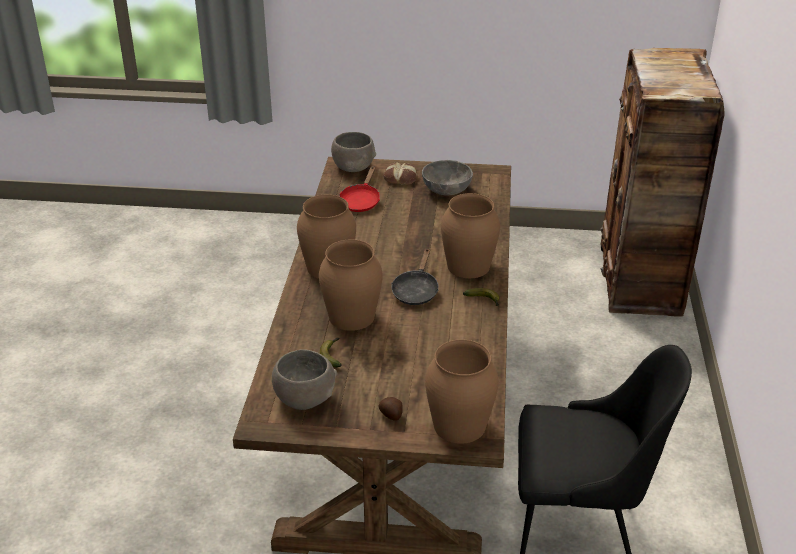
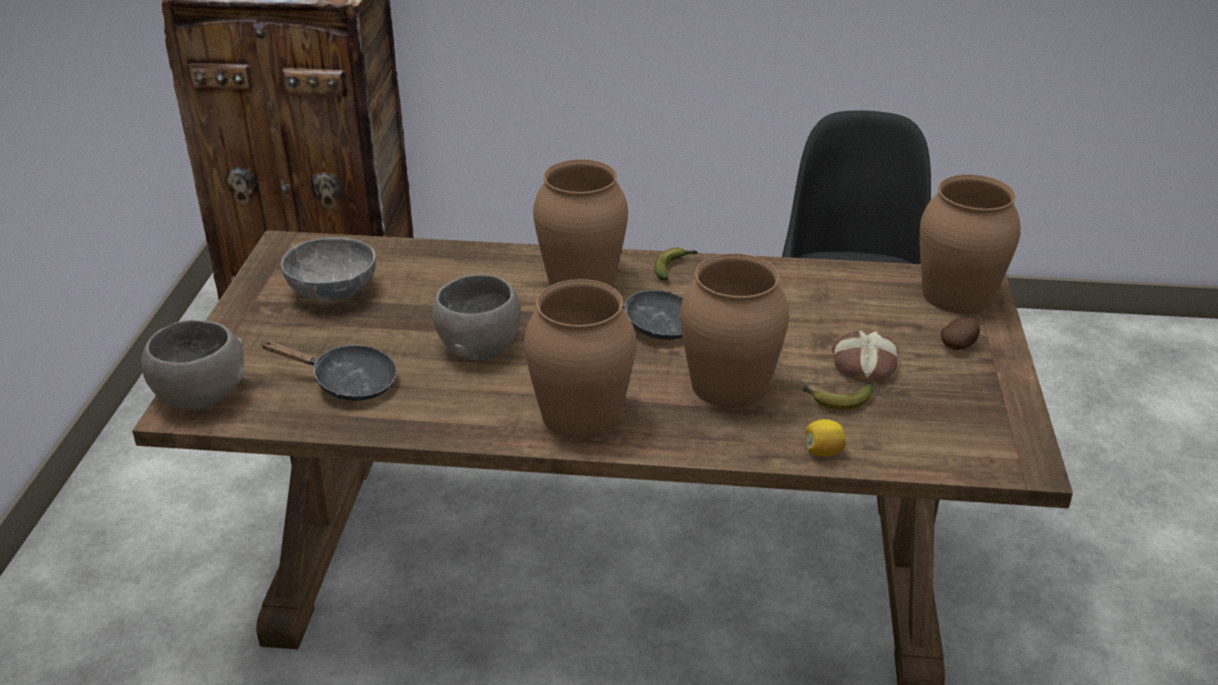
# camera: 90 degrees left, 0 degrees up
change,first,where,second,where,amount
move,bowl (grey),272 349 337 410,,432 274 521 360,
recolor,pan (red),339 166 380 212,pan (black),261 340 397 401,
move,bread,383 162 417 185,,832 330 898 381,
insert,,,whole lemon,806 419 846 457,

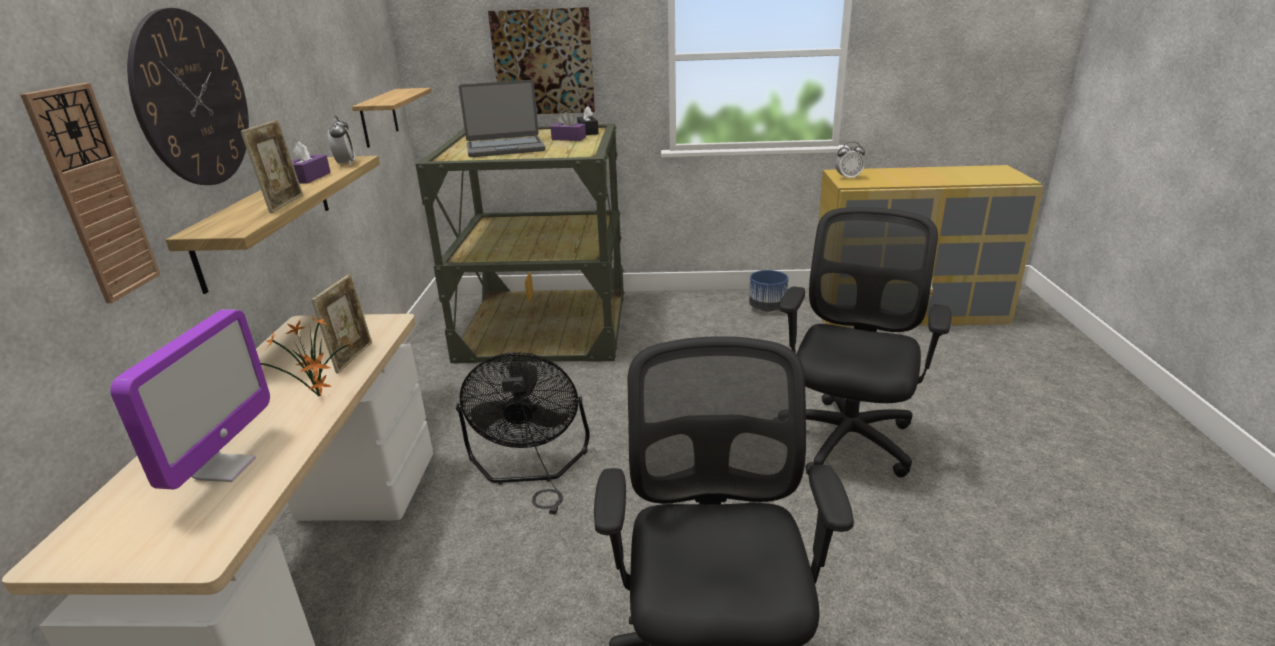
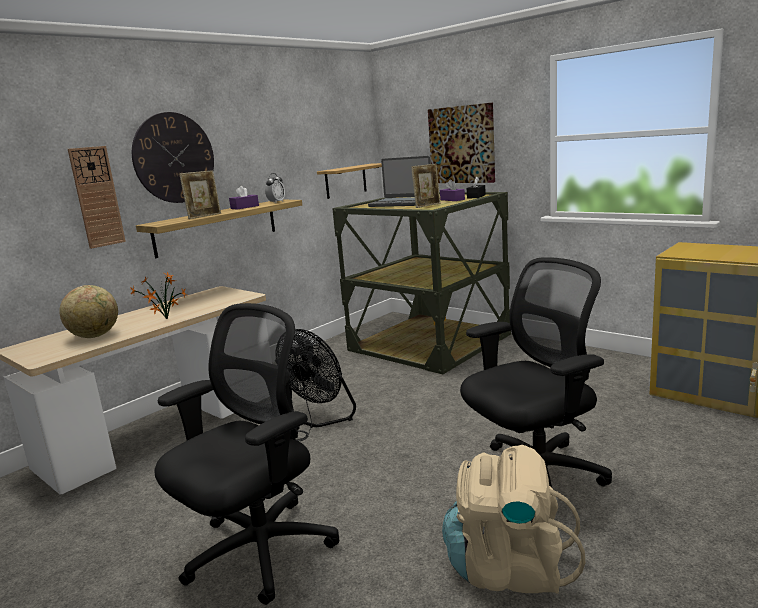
# camera: 40 degrees right, 10 degrees down
change,first,where,second,where,amount
replace,computer display,110 309 270 489,desk globe,59 285 118 338,
move,picture frame,311 274 372 374,,411 164 440 208,
delete,flower pot (bluish),749 270 788 311,,,
delete,bedside clock,835 142 865 180,,,
insert,,,rucksack (sand-coloured),442 445 585 594,

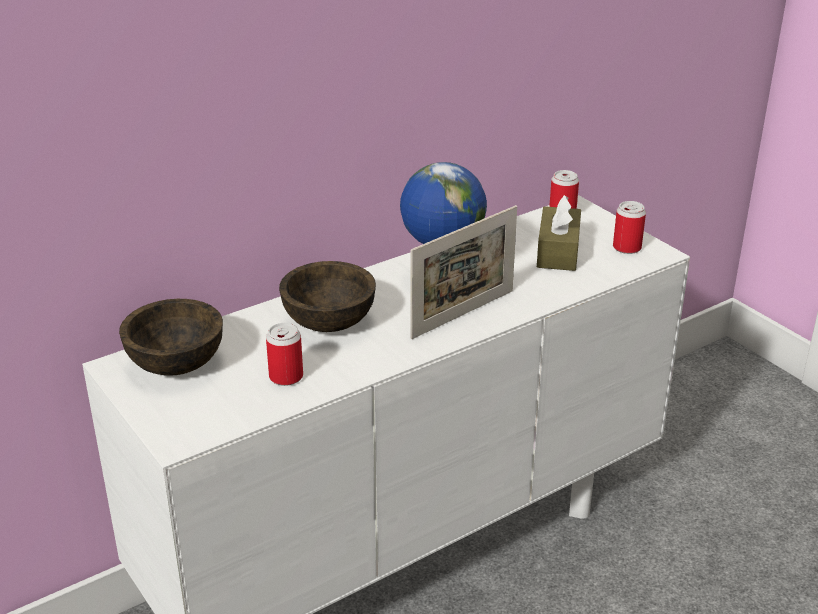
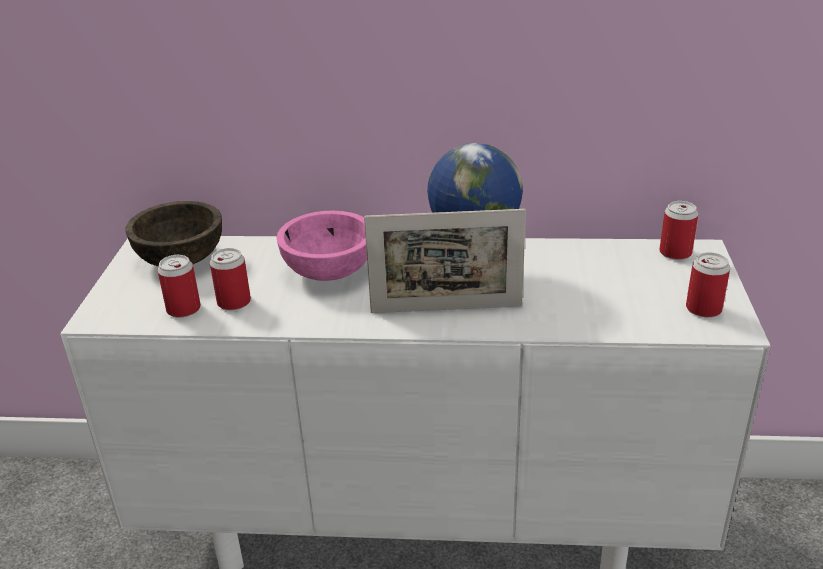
# camera: 40 degrees right, 0 degrees up
change,first,where,second,where,amount
recolor,bowl (brown-coloured),279 261 376 332,bowl (pink),276 211 367 281,
delete,box of tissues (brown-coloured),537 195 581 271,,,
insert,,,can,157 255 201 318,

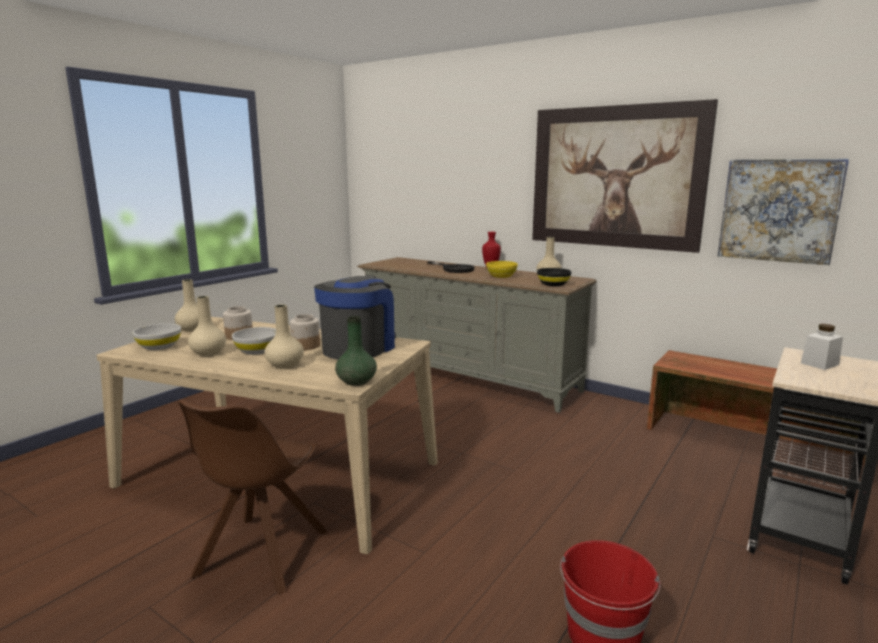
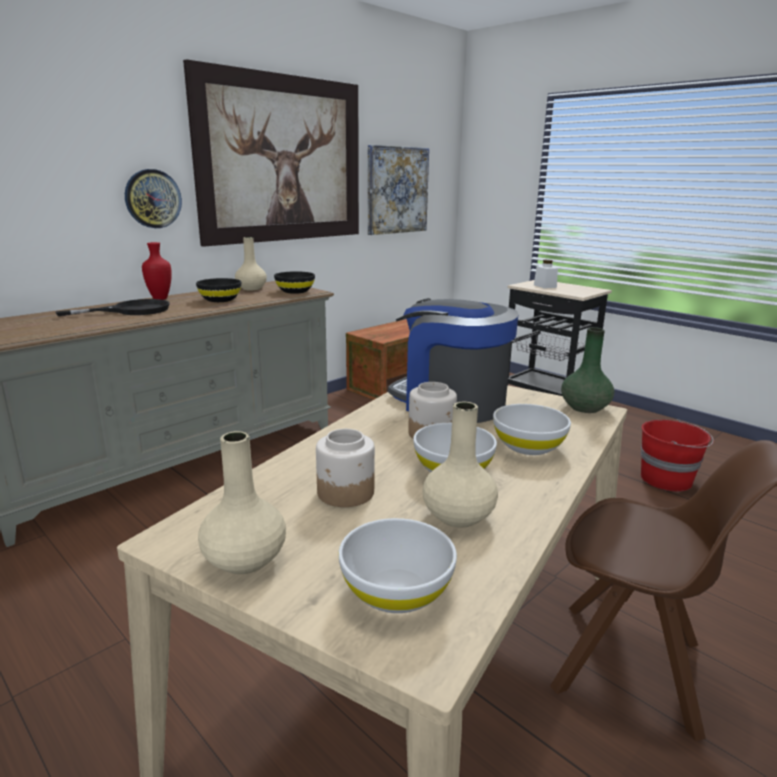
# camera: 80 degrees left, 5 degrees up
change,first,where,second,where,amount
replace,vase (sand-coloured),264 305 304 369,bowl (white-coloured),493 404 571 455,
recolor,bowl (yellowish),486 261 518 278,bowl (black),196 278 241 302,
insert,,,clock on the wall,125 169 182 228,

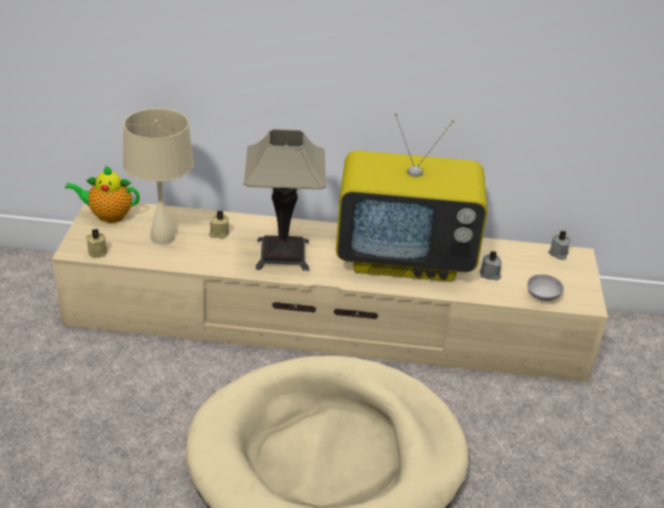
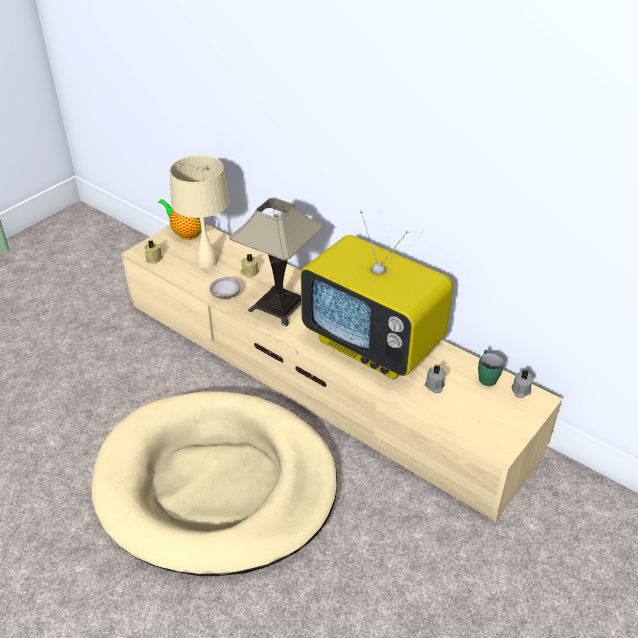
# camera: 35 degrees right, 5 degrees up
change,first,where,second,where,amount
move,bowl (grey),527 274 564 301,,209 277 241 299,
insert,,,mug (green-coloured),478 350 504 386,

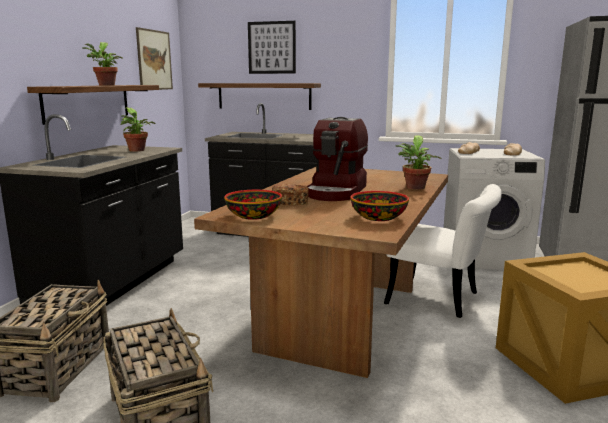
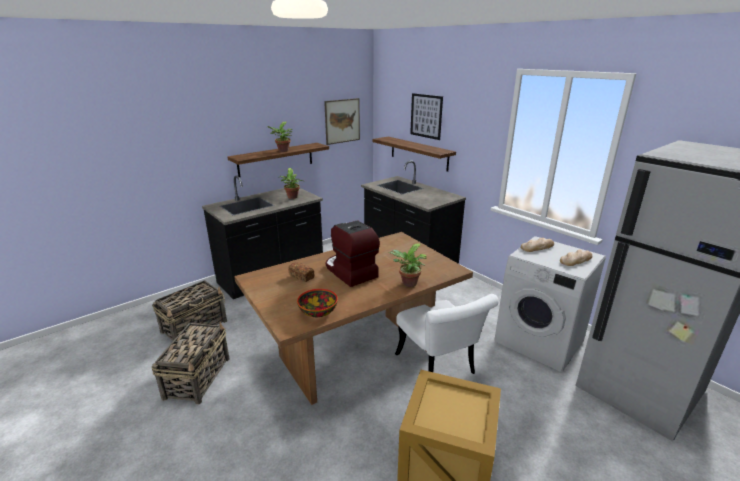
# camera: 35 degrees right, 10 degrees up
change,first,where,second,where,amount
delete,bowl,224 190 282 220,,,
rotate,coffee maker,307 117 368 201,,326 220 380 287,90 degrees clockwise

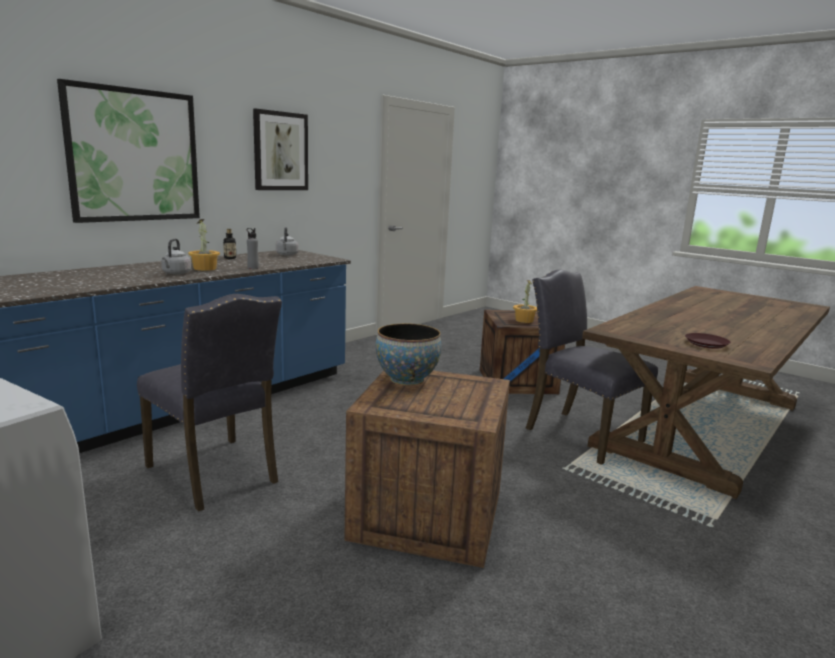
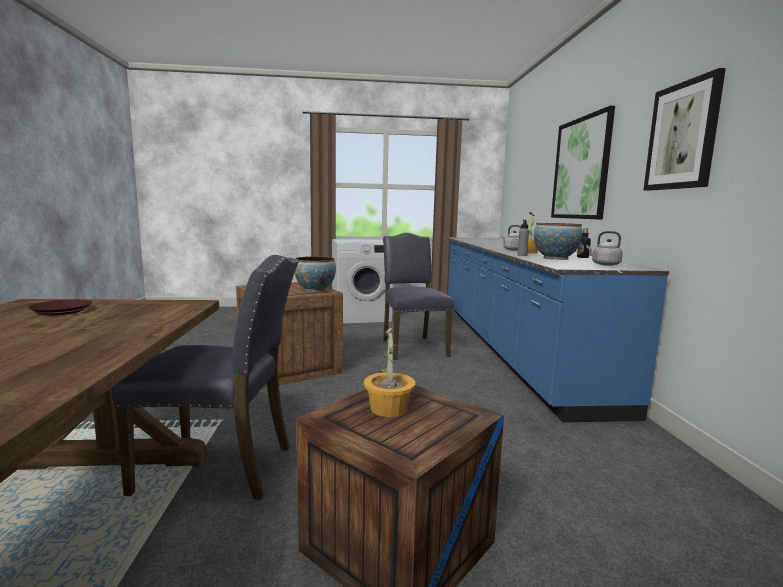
# camera: 135 degrees right, 5 degrees down
change,first,where,second,where,amount
rotate,plain chair (grey),137 294 282 512,,383 233 454 360,75 degrees clockwise
insert,,,bowl,534 223 582 260,

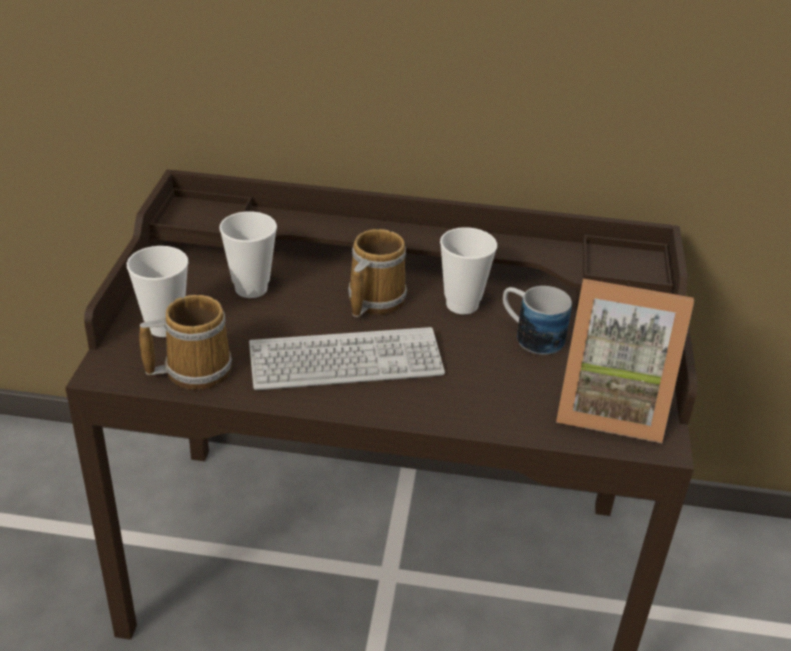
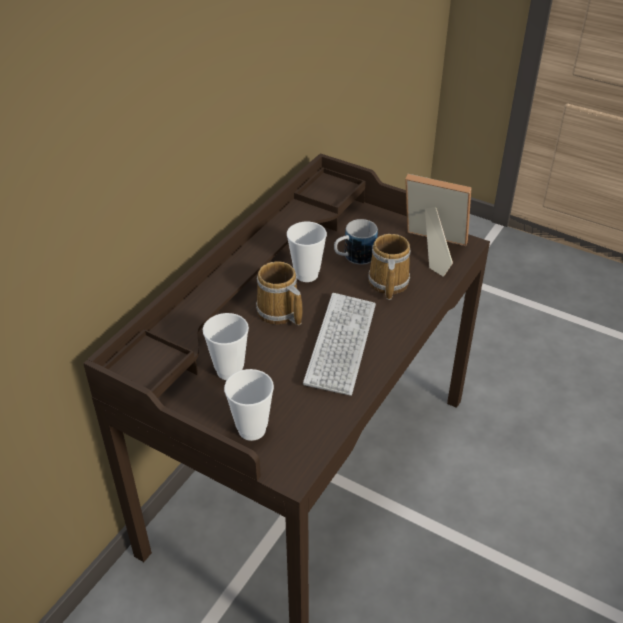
# camera: 65 degrees left, 5 degrees up
change,first,where,second,where,amount
move,mug,139 295 232 390,,368 234 411 300,
rotate,picture frame,556 279 694 443,,405 174 472 276,105 degrees counterclockwise

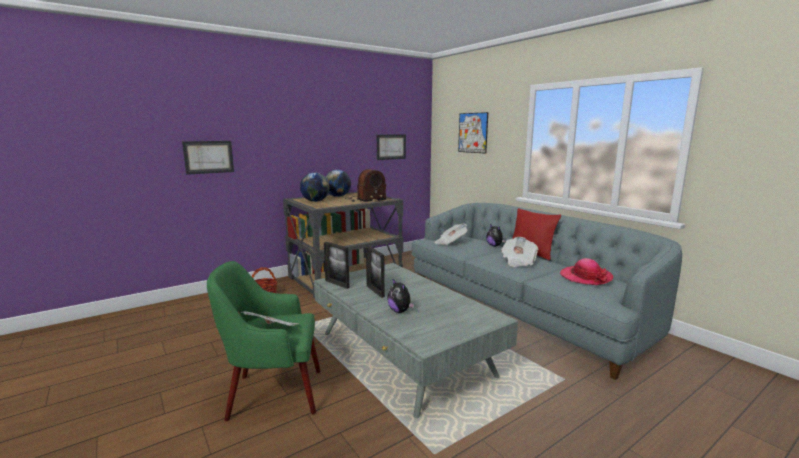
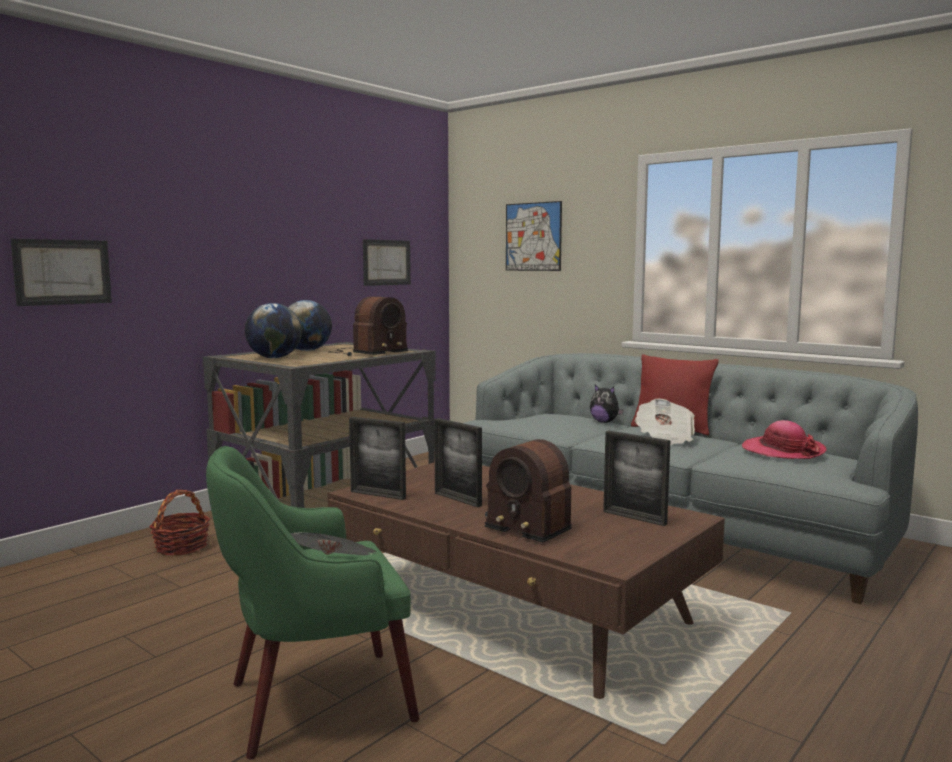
# camera: 15 degrees left, 5 degrees down
change,first,where,second,where,amount
recolor,low table (grey),314 263 518 418,low table (brown-coloured),327 462 725 699,
replace,cuddly toy,387 279 414 313,radio,484 439 572 543,
delete,newspaper,434 224 468 245,,,
insert,,,picture frame,603 431 670 526,

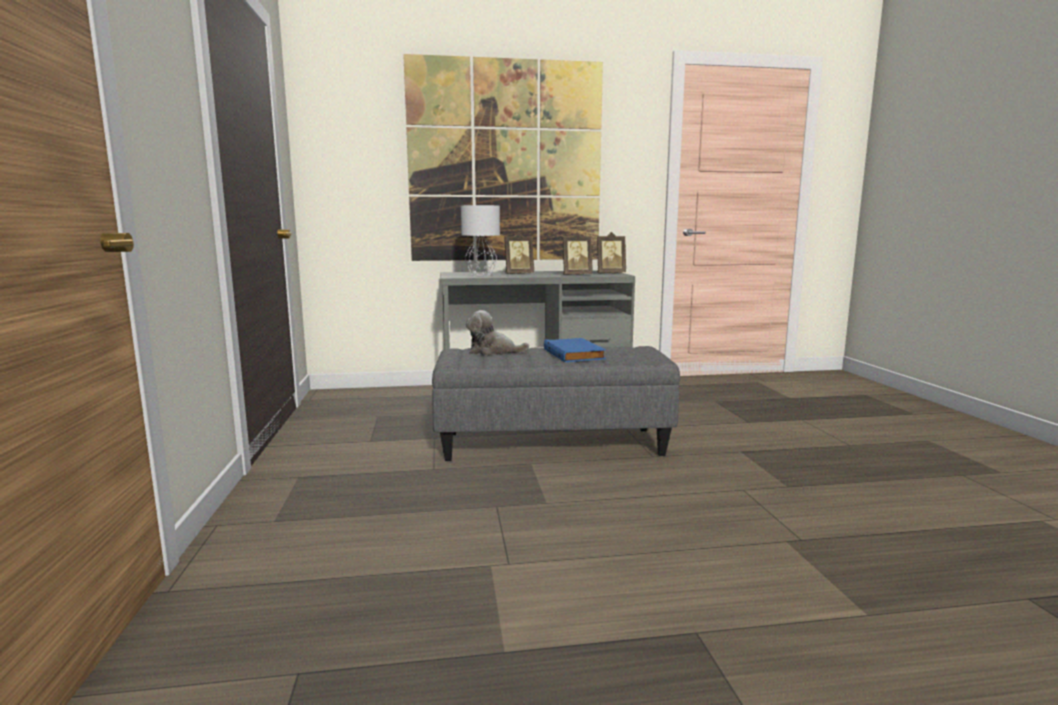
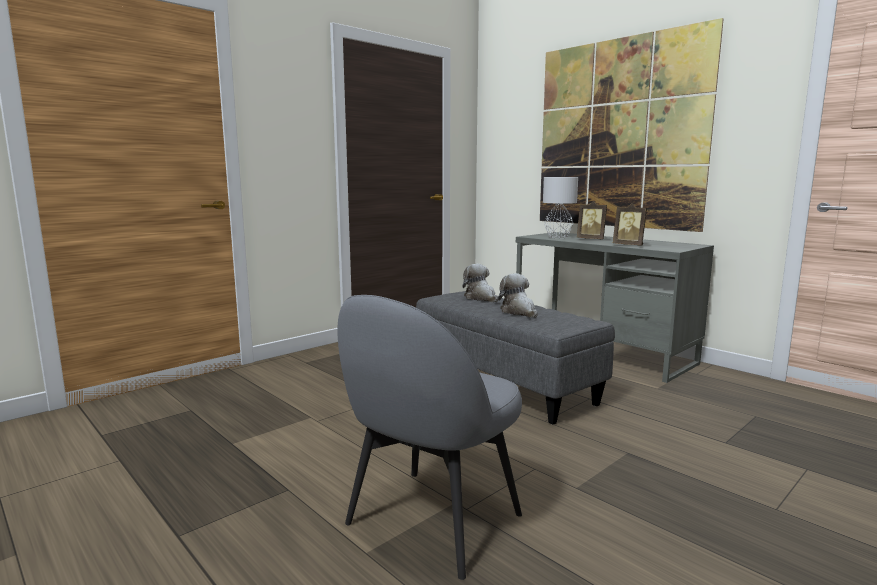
# camera: 55 degrees right, 0 degrees up
change,first,where,second,where,amount
replace,volume (bluish),544 338 606 362,cuddly toy,498 273 538 318,
delete,picture frame,597 232 626 273,,,
insert,,,plain chair (grey),338 295 522 580,

